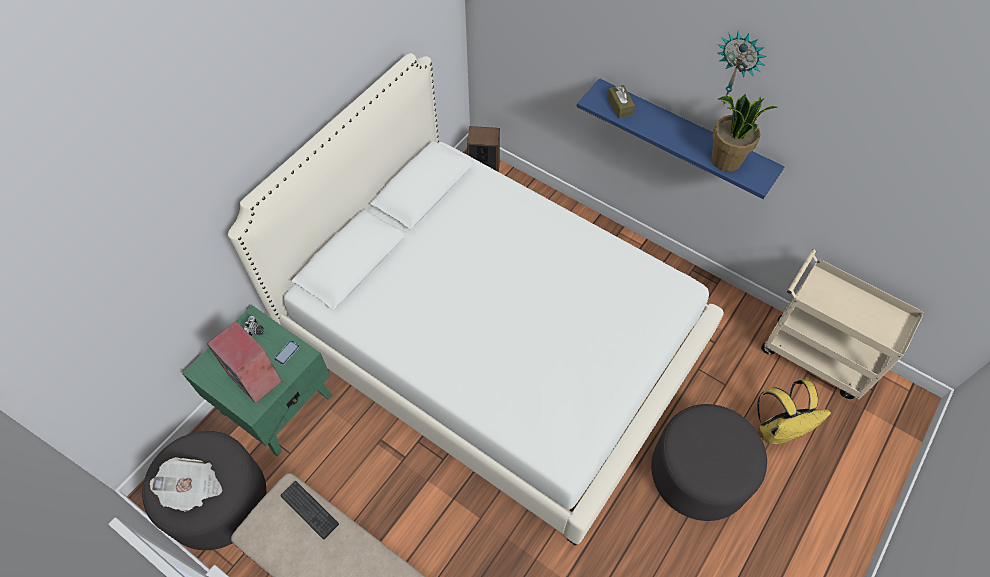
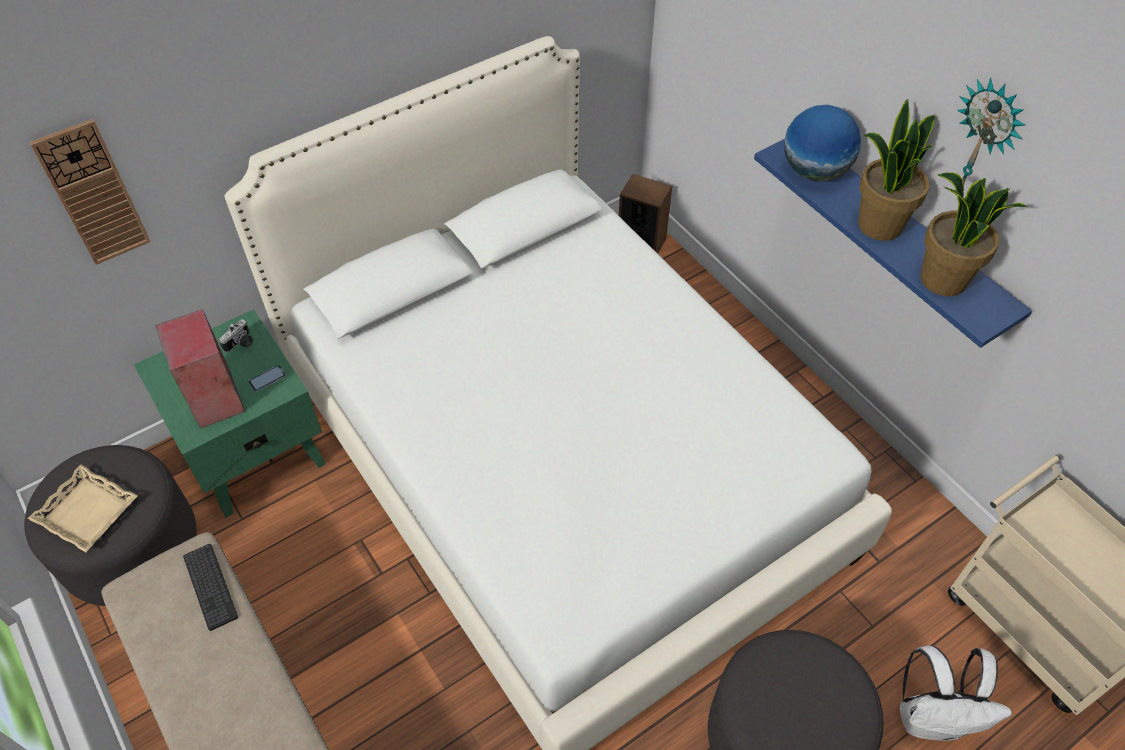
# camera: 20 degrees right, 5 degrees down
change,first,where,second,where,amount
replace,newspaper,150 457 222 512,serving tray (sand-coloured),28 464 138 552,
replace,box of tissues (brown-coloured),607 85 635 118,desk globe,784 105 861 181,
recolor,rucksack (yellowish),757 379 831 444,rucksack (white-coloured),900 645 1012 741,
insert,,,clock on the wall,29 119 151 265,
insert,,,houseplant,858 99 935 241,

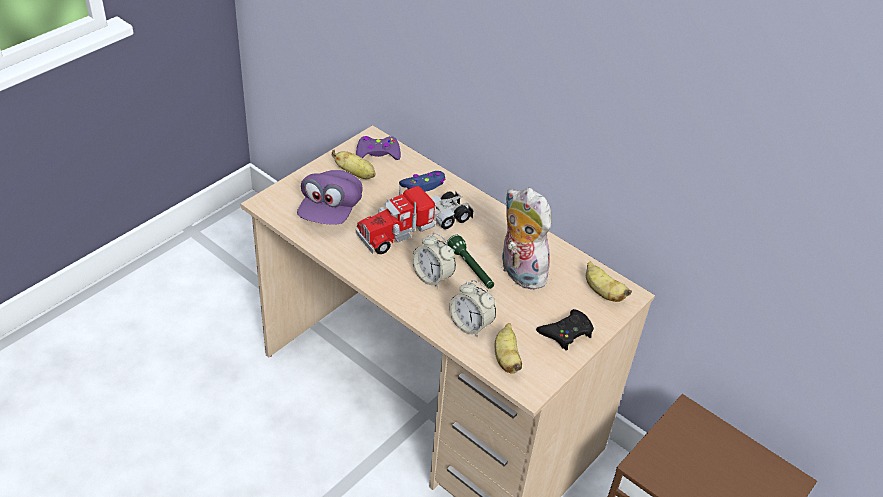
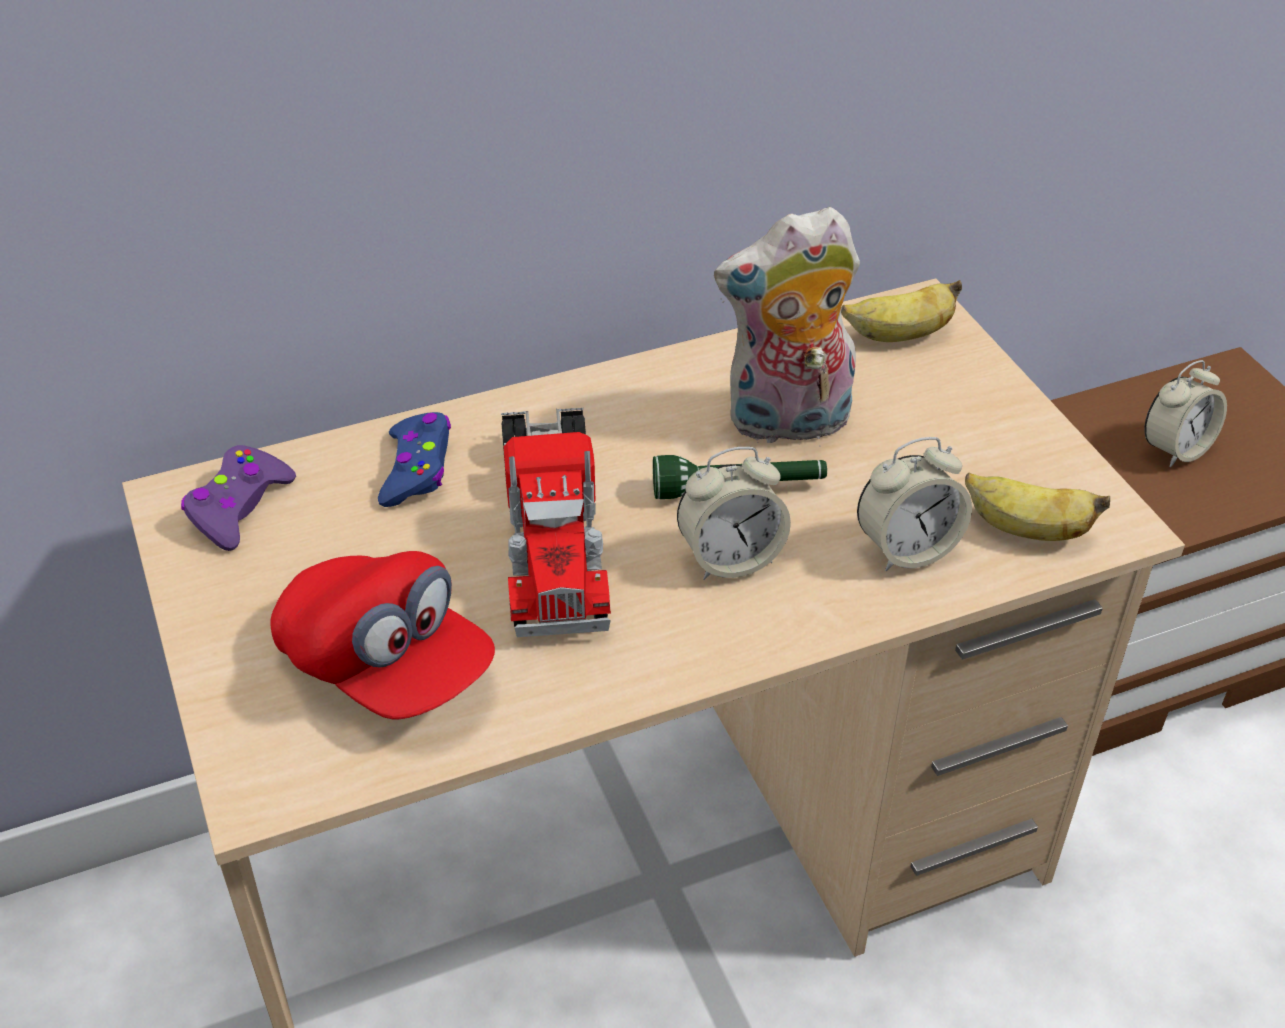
# camera: 60 degrees left, 0 degrees up
change,first,where,second,where,amount
recolor,cap (purple-coloured),297 170 363 225,cap (red),270 551 495 719,
delete,banana fruit,332 150 376 179,,,
delete,gamepad (black),536 309 594 350,,,
insert,,,bedside clock,1144 360 1227 468,

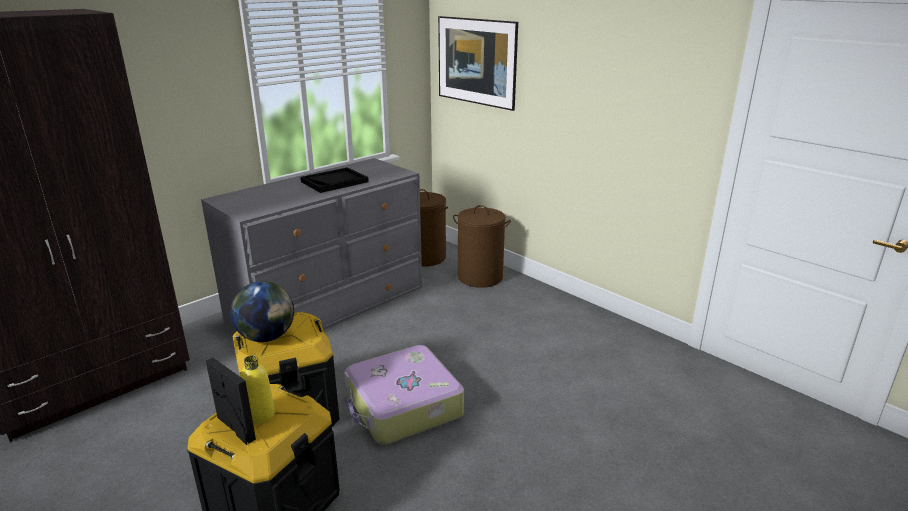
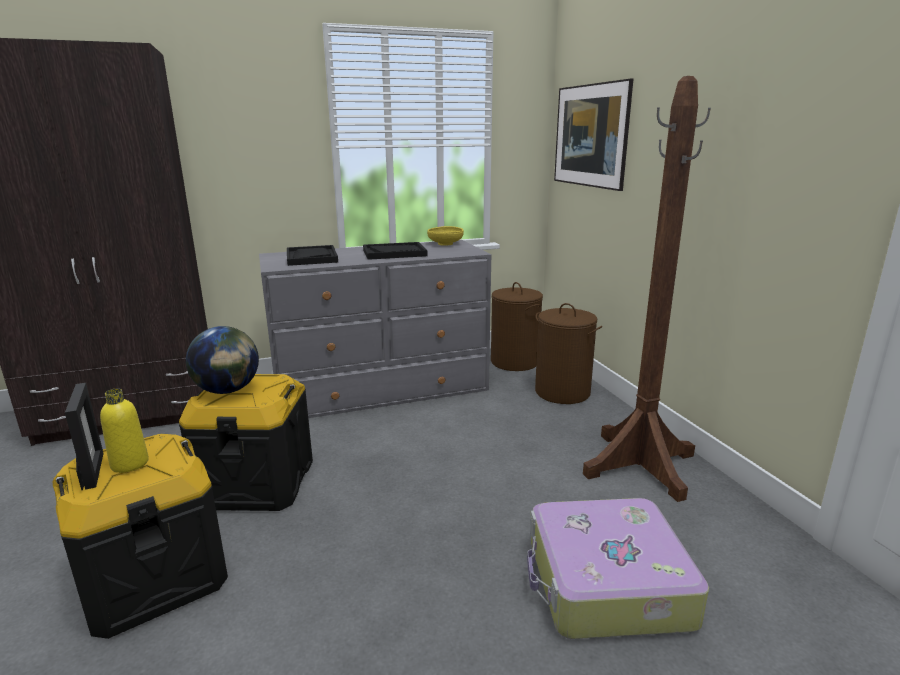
# camera: 25 degrees right, 5 degrees down
change,first,where,second,where,amount
move,suitcase,344 345 464 445,,527 498 709 639,
insert,,,serving tray (black),287 245 338 266,
insert,,,bowl (yellowish),427 226 464 246,
insert,,,clothes rack (brown-coloured),583 76 711 502,

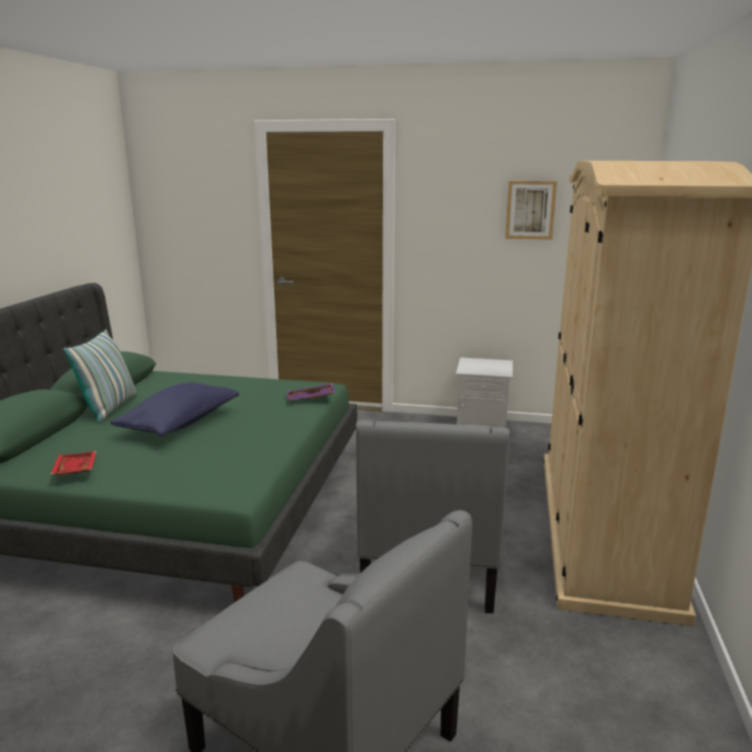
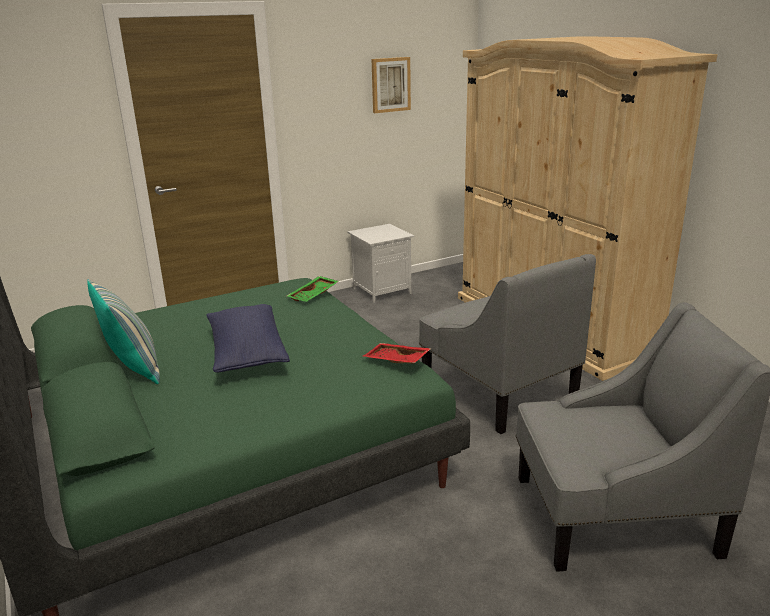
# camera: 40 degrees left, 5 degrees up
change,first,where,second,where,amount
move,serving tray (red),50 451 96 475,,363 343 432 364,
recolor,serving tray (purple-coloured),286 383 336 401,serving tray (green-coloured),287 276 339 302,

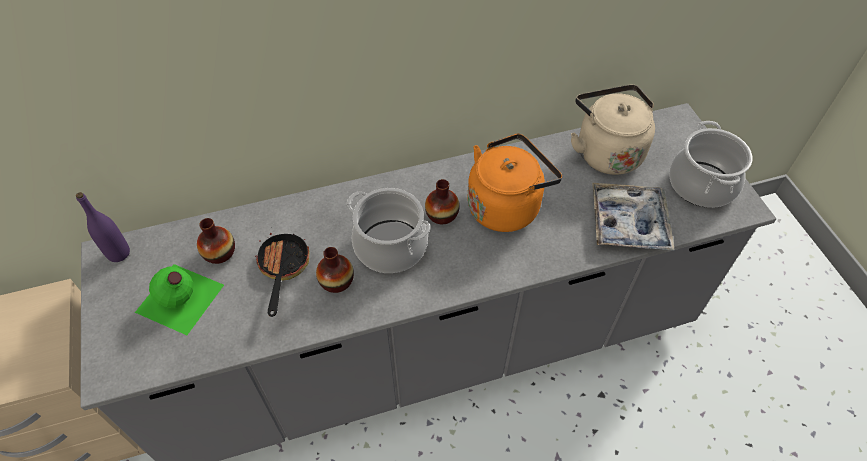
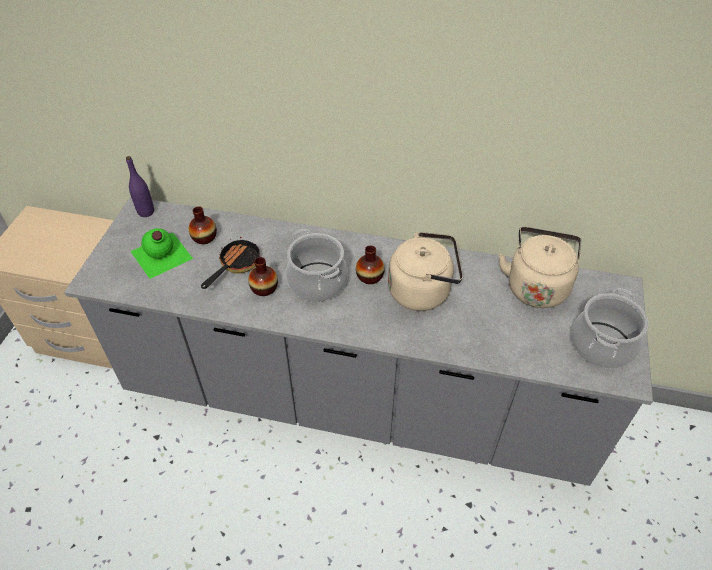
# camera: 30 degrees right, 5 degrees down
change,first,where,second,where,amount
recolor,water kettle (orangey),467 133 562 232,water kettle (sand-coloured),388 232 463 311,
delete,serving tray,592 183 675 251,,,

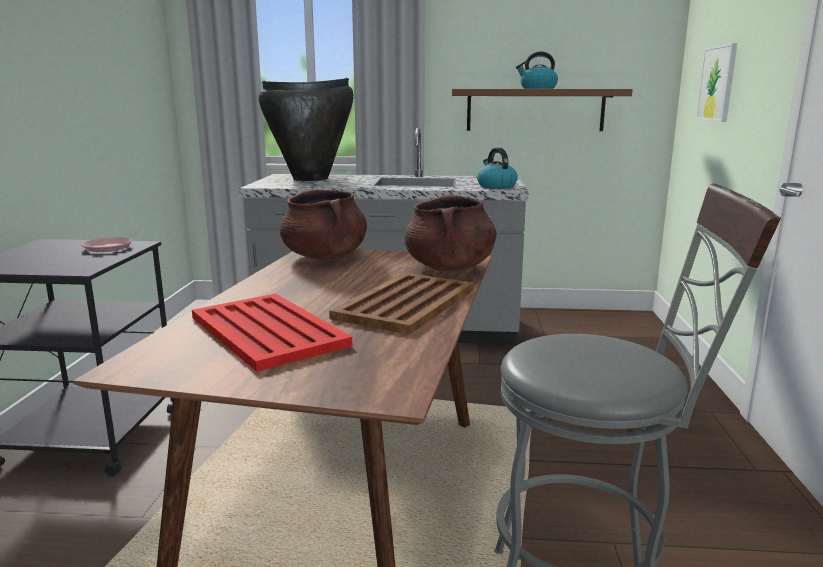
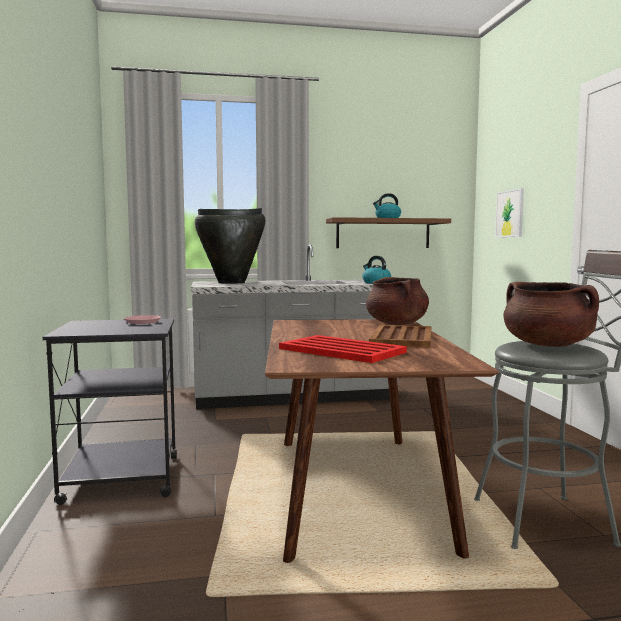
# camera: 15 degrees left, 10 degrees down
change,first,where,second,where,amount
move,stockpot (brown-coloured),280 189 367 260,,503 282 599 347,

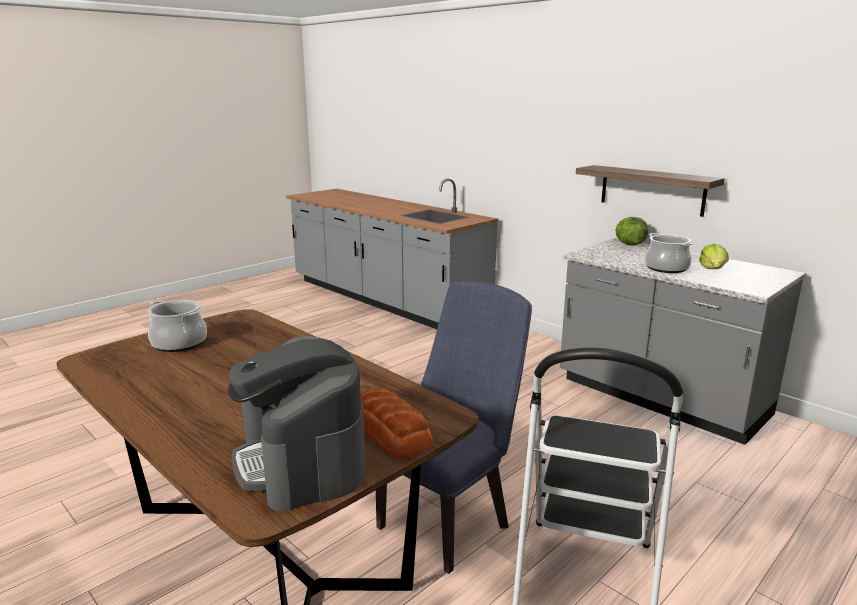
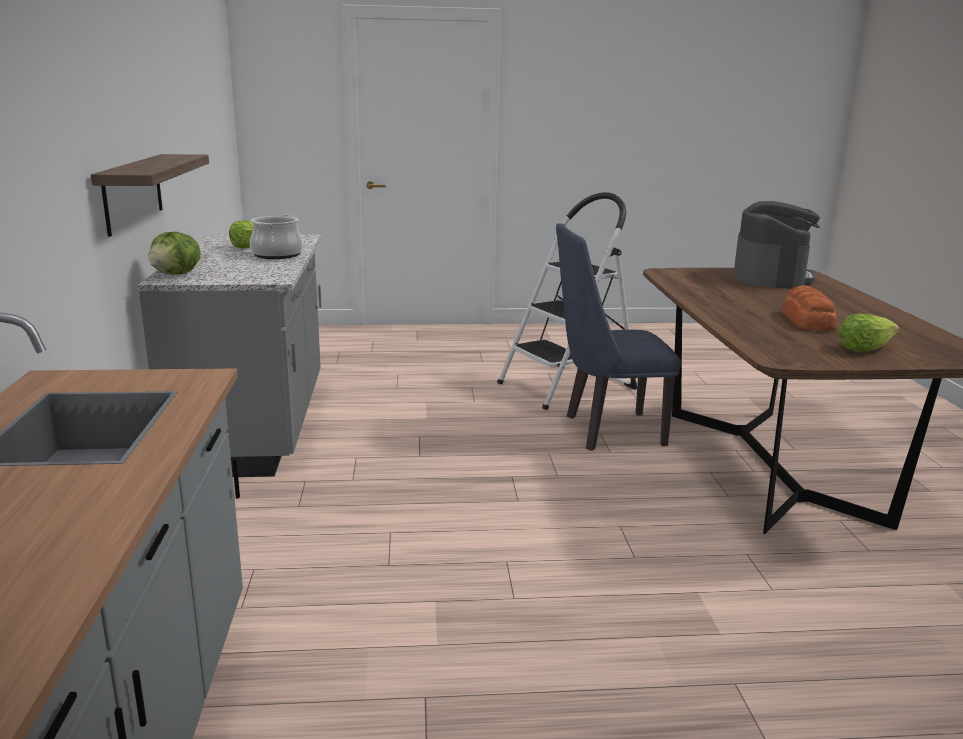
# camera: 140 degrees left, 0 degrees up
change,first,where,second,where,amount
replace,stockpot,148 300 207 352,head of lettuce,838 313 899 352,
move,bread,360 388 433 459,,781 285 837 331,

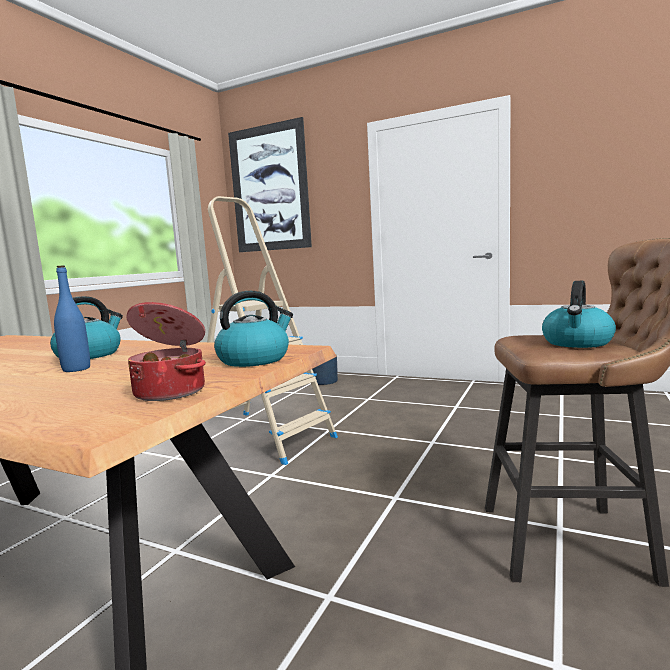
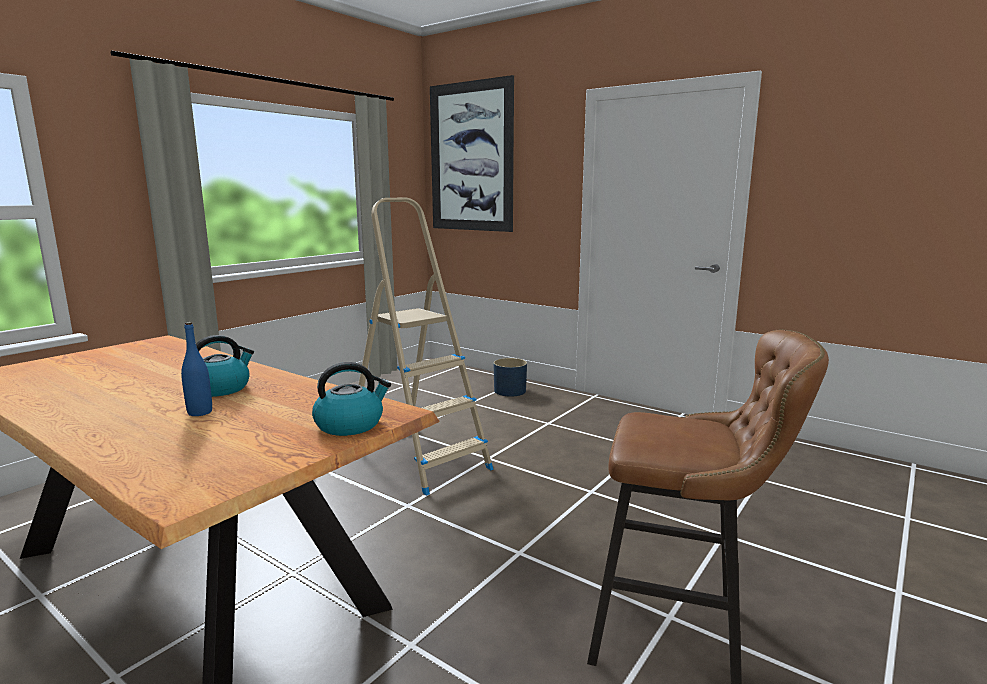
# camera: 10 degrees right, 5 degrees up
change,first,where,second,where,amount
delete,stockpot,126 302 206 401,,,
delete,water kettle,542 281 616 348,,,

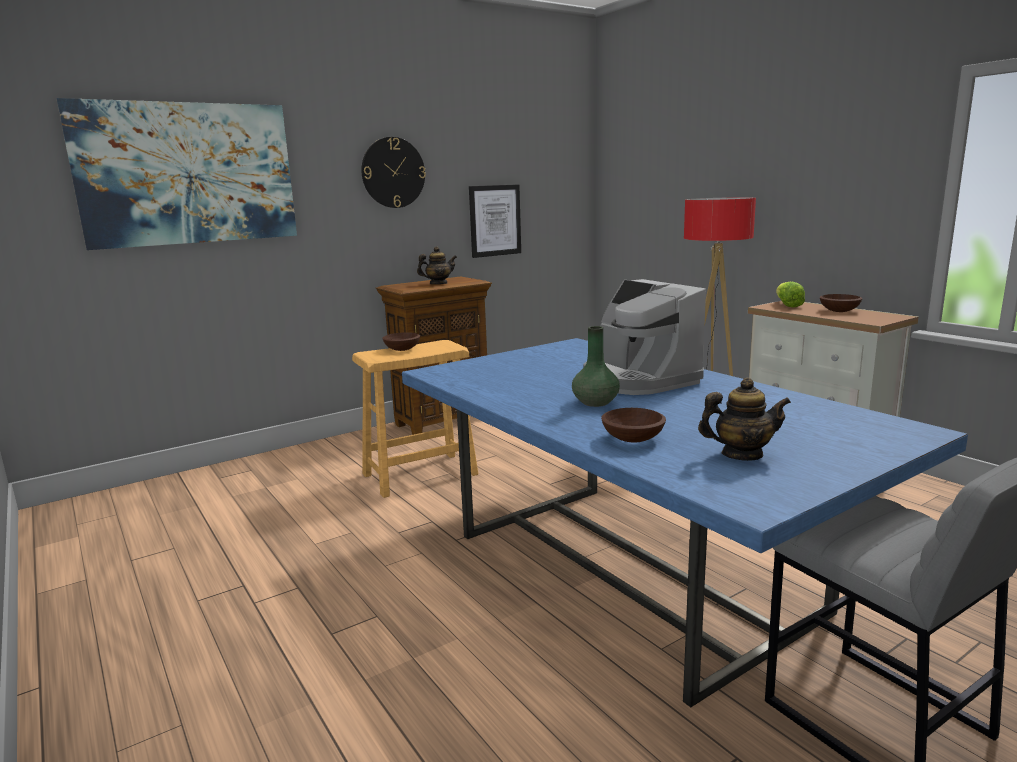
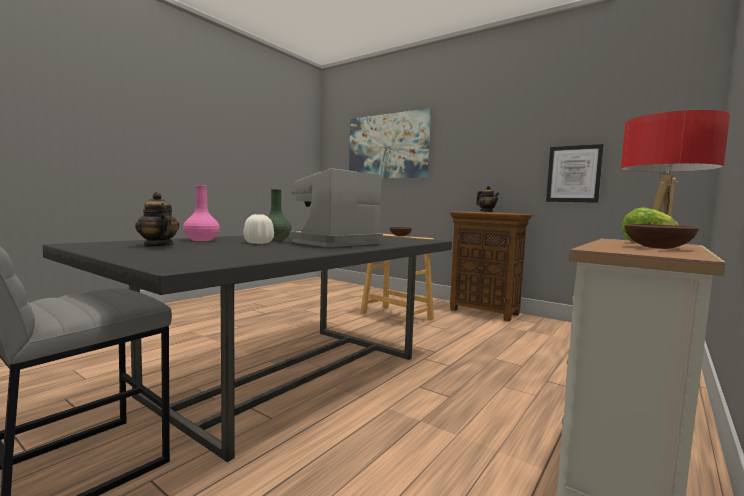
# camera: 70 degrees right, 10 degrees down
change,first,where,second,where,amount
delete,clock on the wall,361 137 426 208,,,
recolor,dining table (bluish),402 338 968 707,dining table (black),43 234 452 462,
replace,bowl (brown-coloured),601 408 666 443,vase (pink),183 185 220 241,
rotate,tea pot,698 377 791 461,,135 192 179 247,150 degrees clockwise
insert,,,vase (white-coloured),243 214 274 244,

